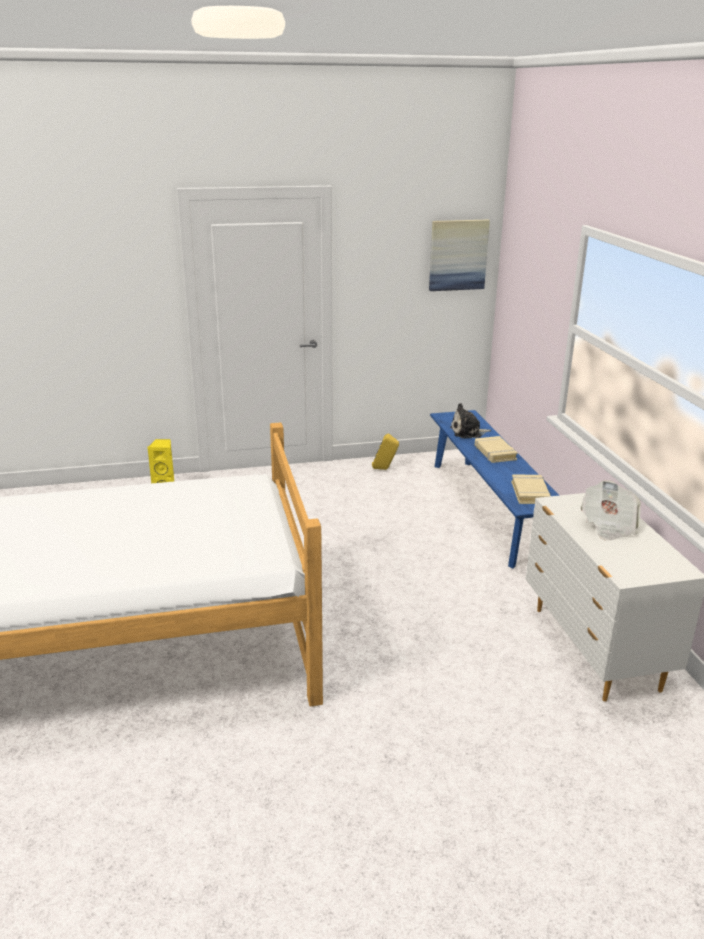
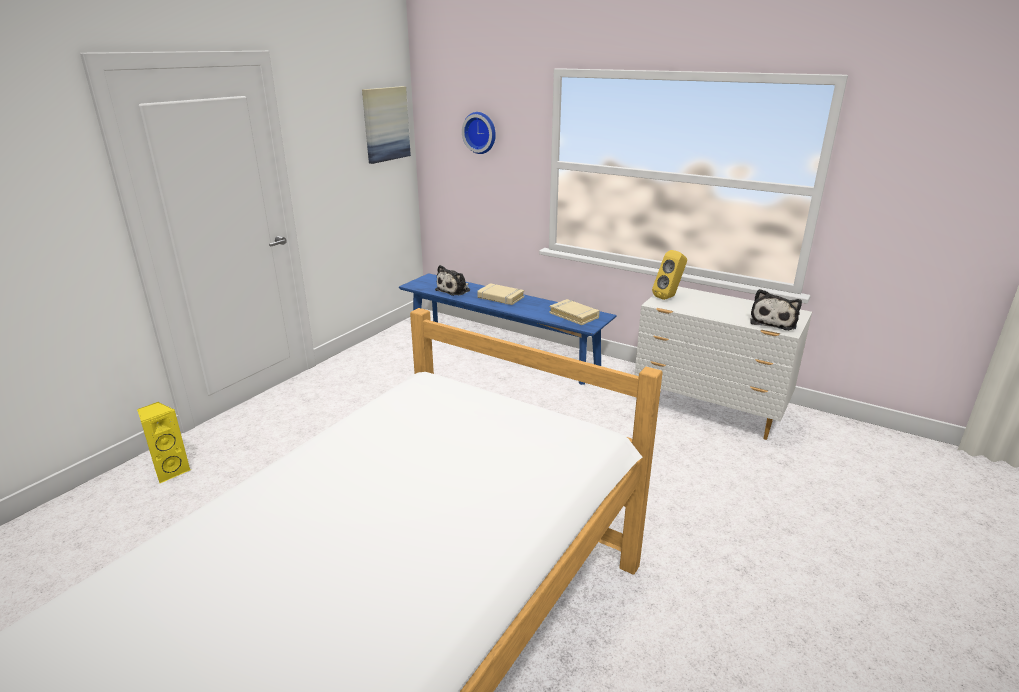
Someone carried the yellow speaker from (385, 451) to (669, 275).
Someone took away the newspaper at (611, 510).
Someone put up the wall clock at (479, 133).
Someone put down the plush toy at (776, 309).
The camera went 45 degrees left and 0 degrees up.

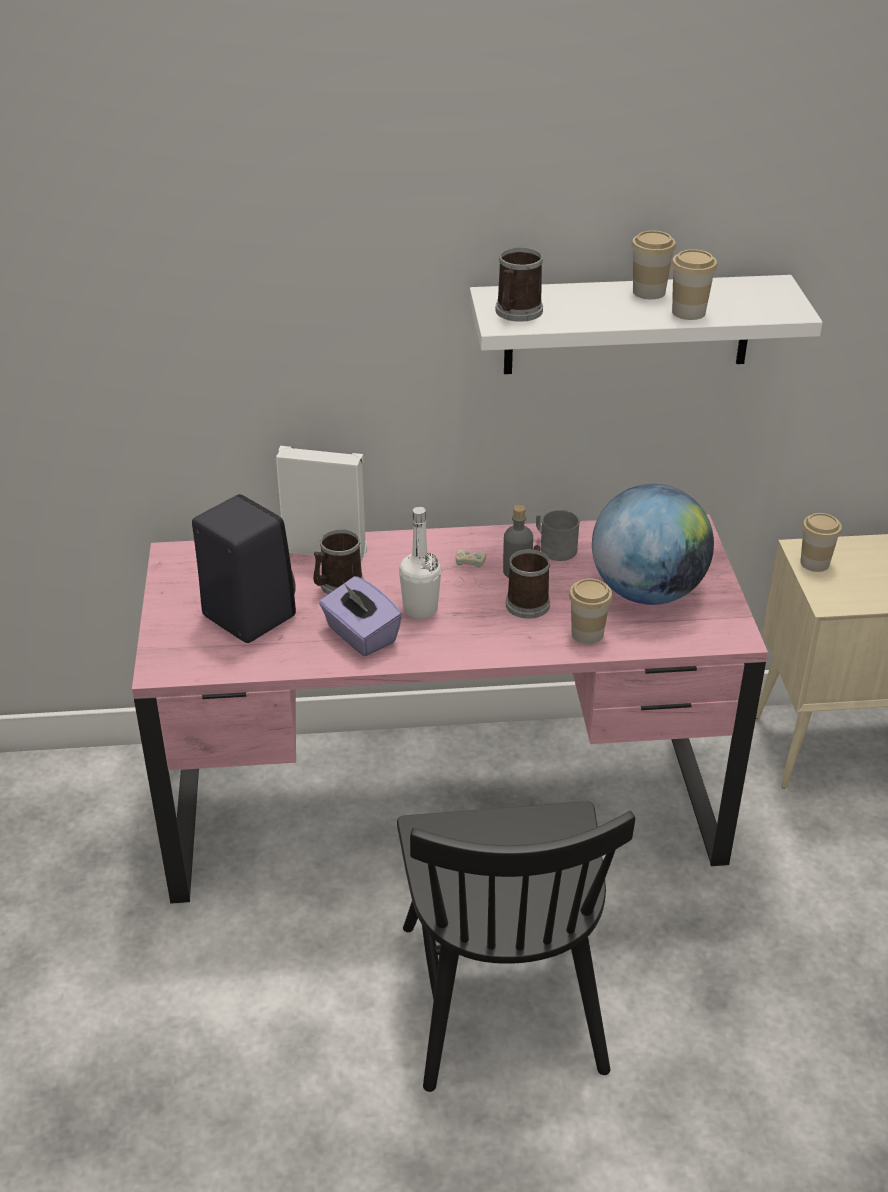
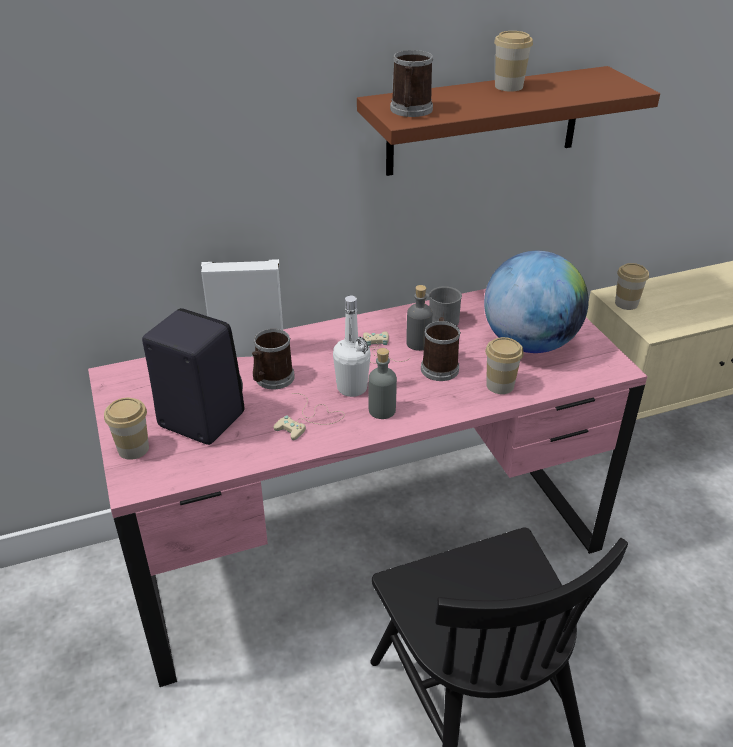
Someone carried the cup from (694, 284) to (126, 429).
Someone repainted the white shelf at (646, 324), which became the brown shelf at (508, 121).
Someone swapped the purple tissue box at (360, 616) for the beige game controller at (309, 416).
Someone put down the grey bottle at (382, 383).
The camera went 15 degrees left and 0 degrees up.

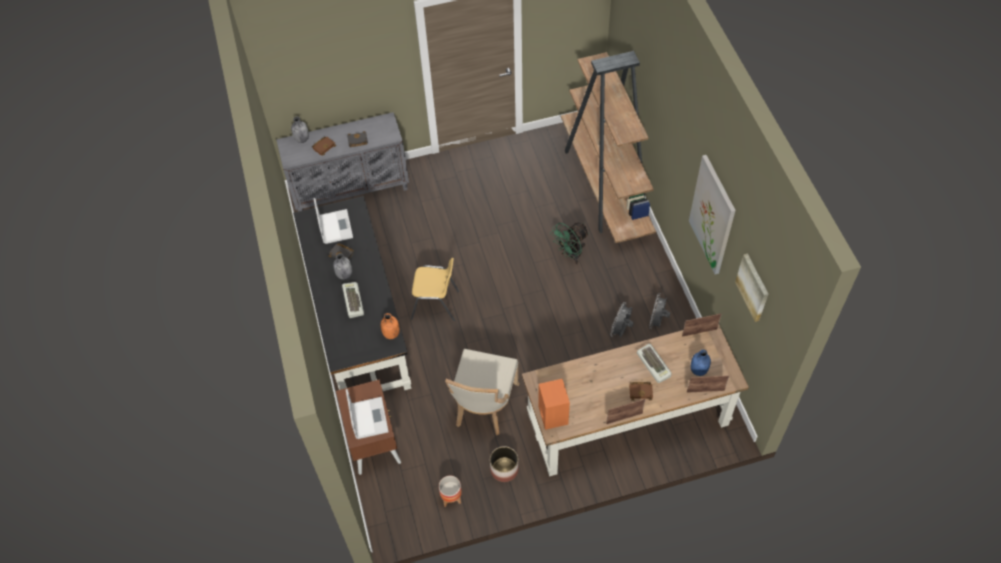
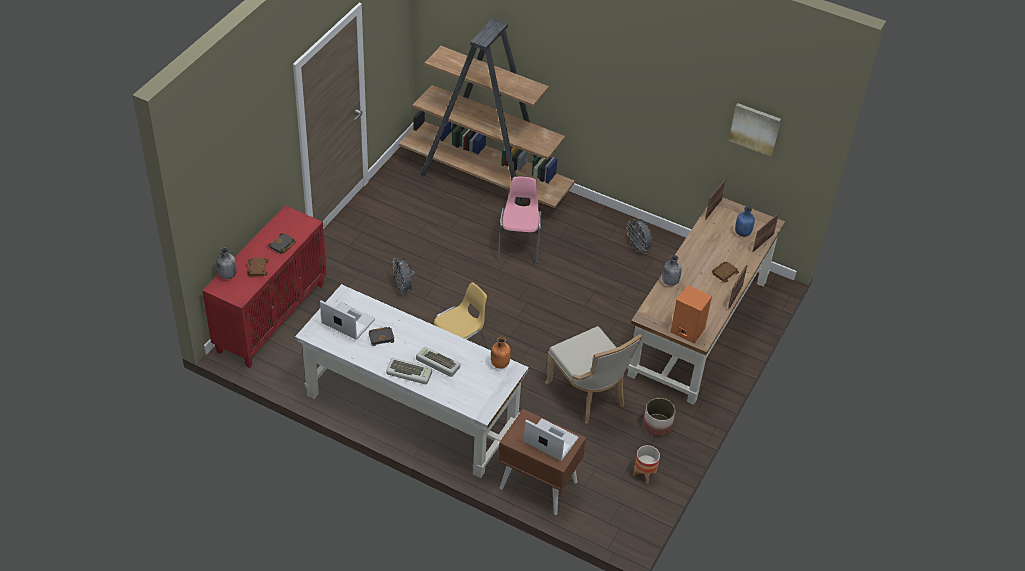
Someone repainted the grey cabinet at (342, 162), which became the red cabinet at (264, 287).
Someone took away the picture at (712, 214).
Someone repainted the black desk at (352, 293), which became the white desk at (412, 381).
Someone swapped the green fan at (569, 243) for the pink chair at (519, 220).
Someone carried the grey bottle from (342, 266) to (672, 270).
Someone carried the grey fan from (622, 319) to (404, 276).
Someone carried the keyboard from (654, 363) to (409, 371).
The camera went 50 degrees left and 10 degrees down.

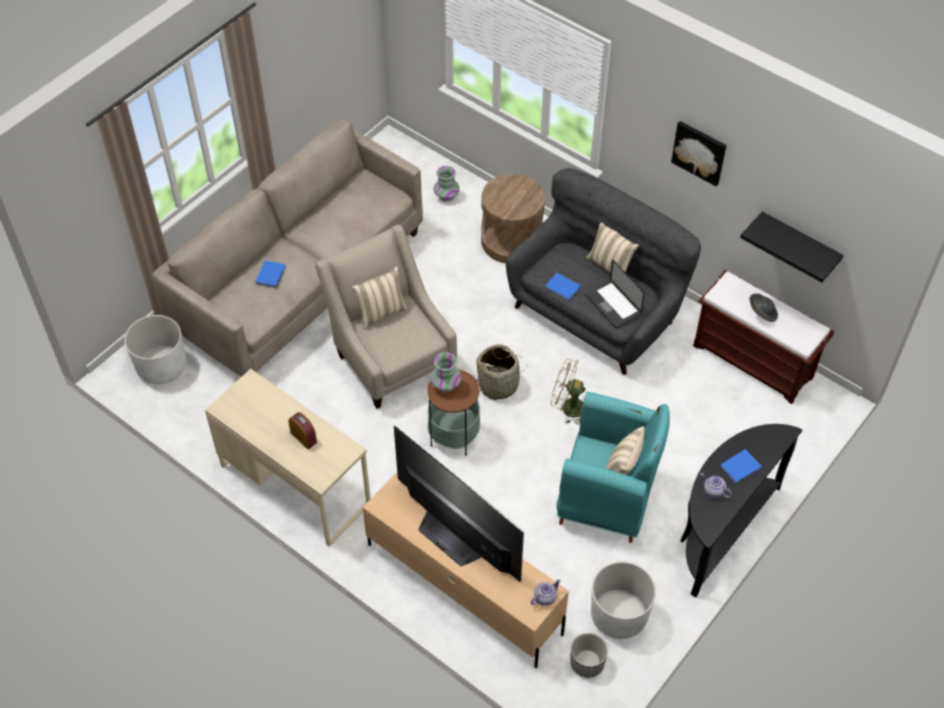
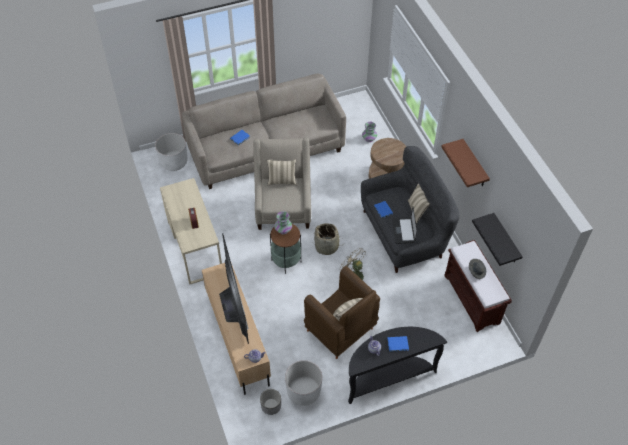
Someone swapped the picture at (699, 153) for the brown shelf at (465, 163).
Someone repainted the turquoise armchair at (613, 467), which became the brown armchair at (342, 312).
The camera went 30 degrees right and 0 degrees up.

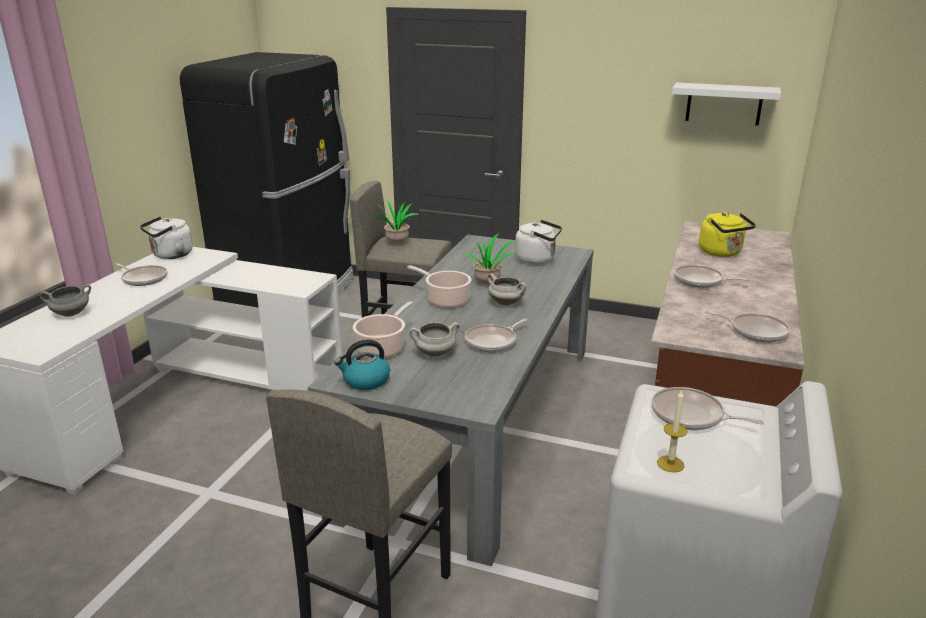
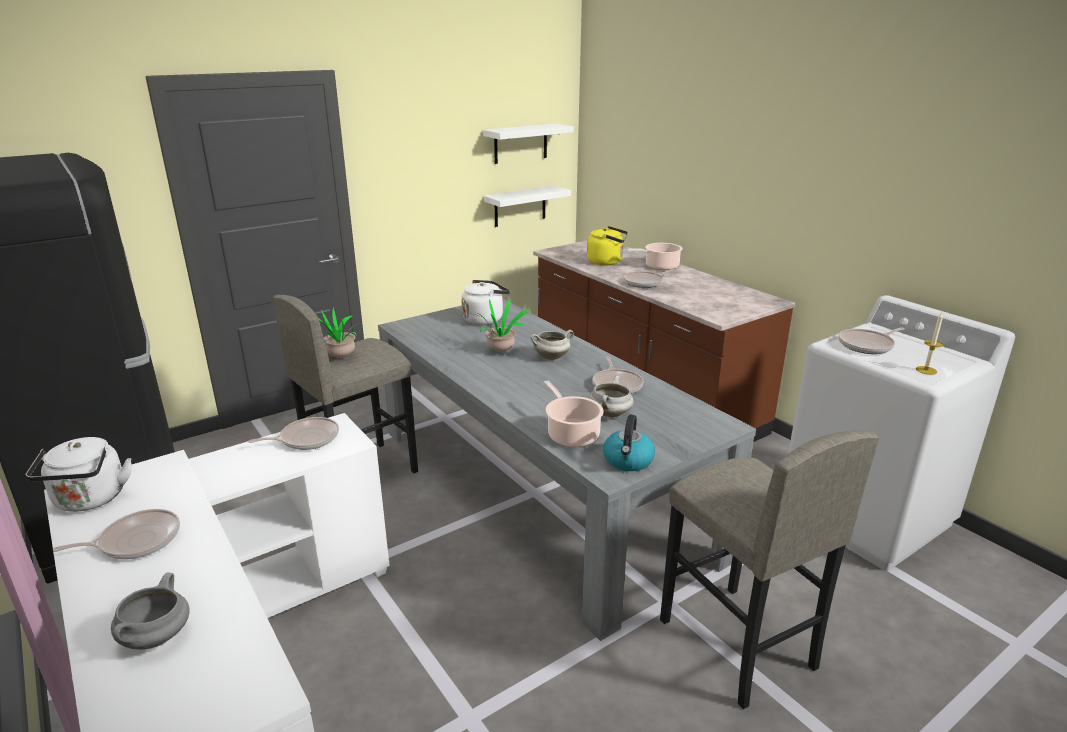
Someone carried the cooking pot from (439, 286) to (654, 256).
Someone carried the frying pan from (747, 326) to (293, 433).
Someone put up the white shelf at (527, 206).
The camera went 55 degrees left and 0 degrees up.

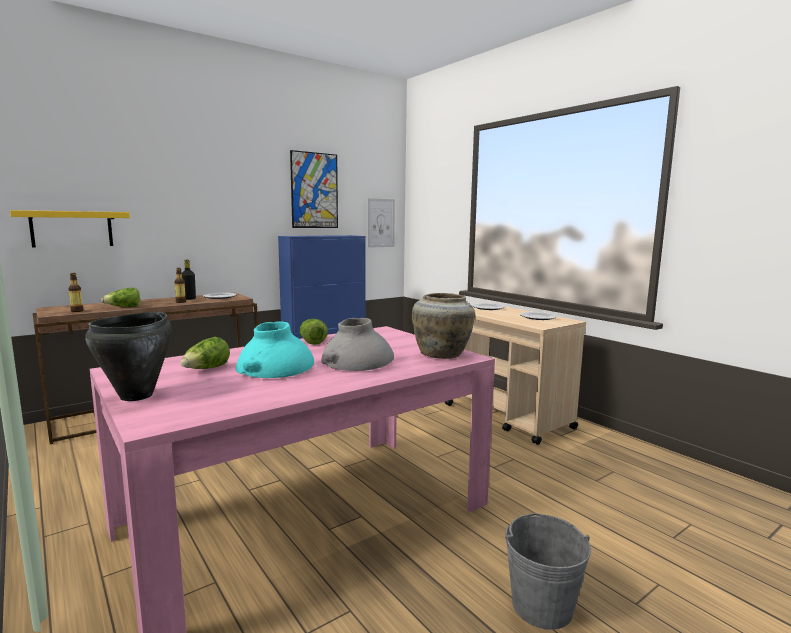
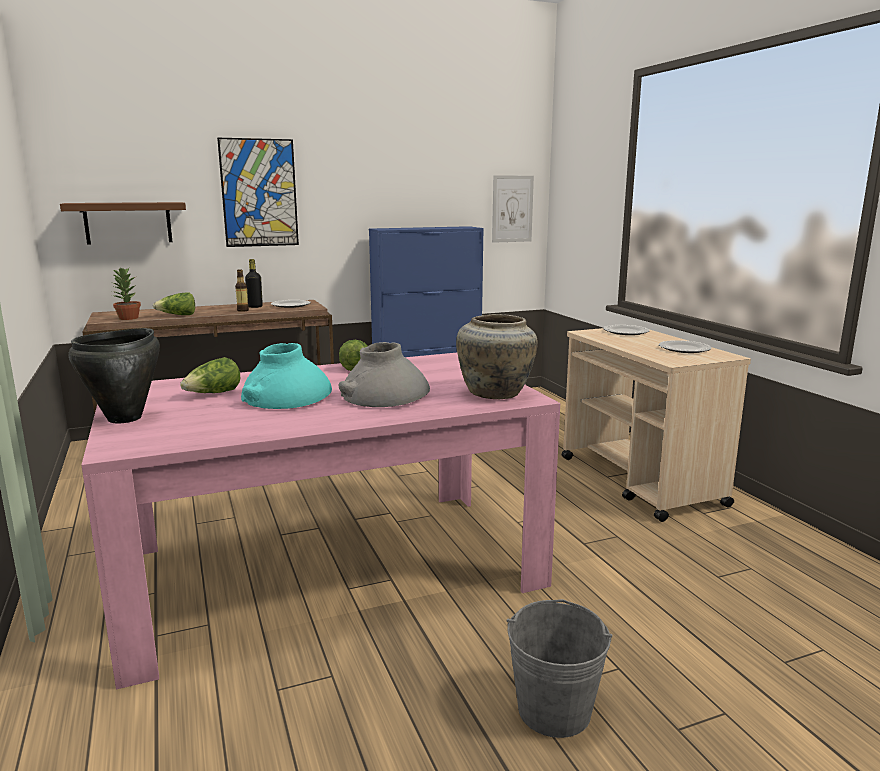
Someone carried the picture from (314, 189) to (258, 192).
Someone repainted the yellow shelf at (70, 228), which became the brown shelf at (123, 223).
Someone swapped the bottle at (76, 292) for the potted plant at (126, 293).
The camera went 15 degrees right and 5 degrees up.

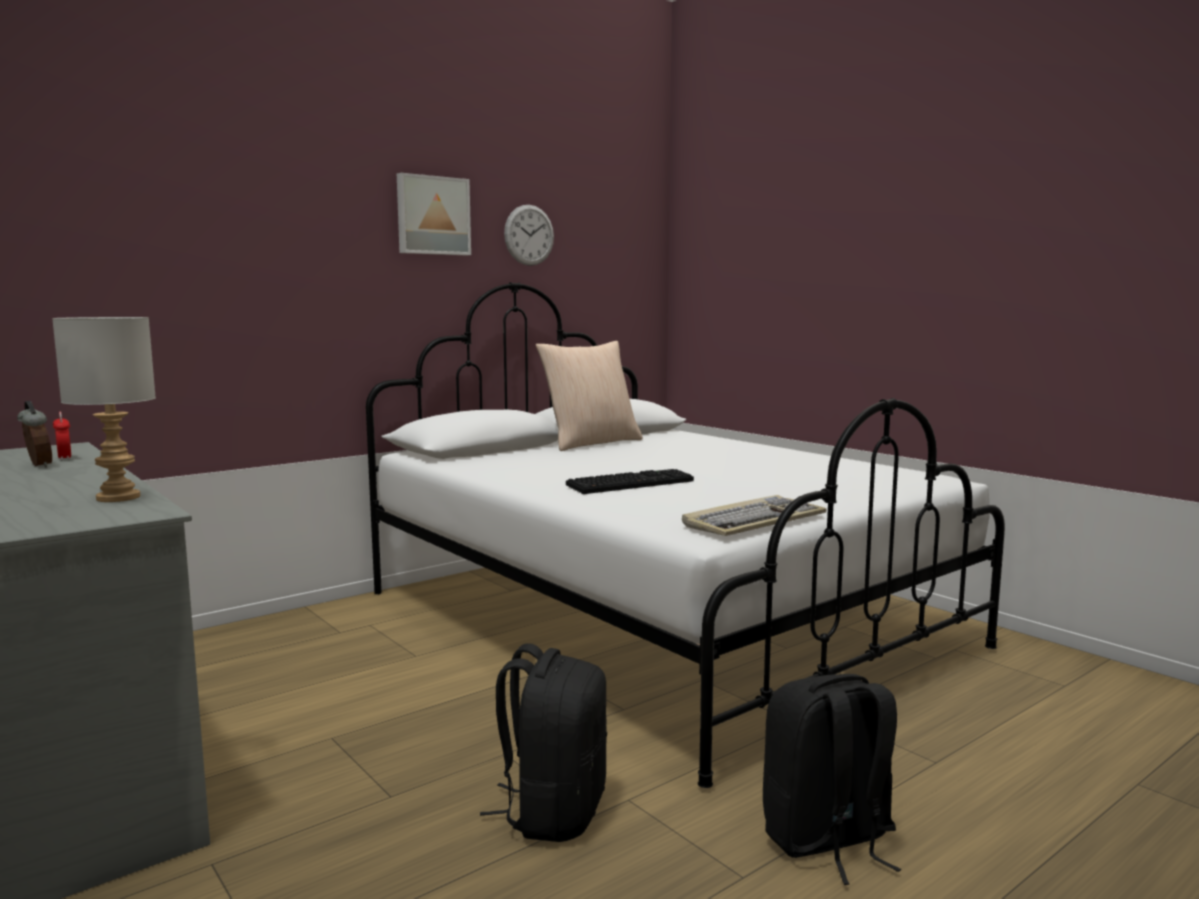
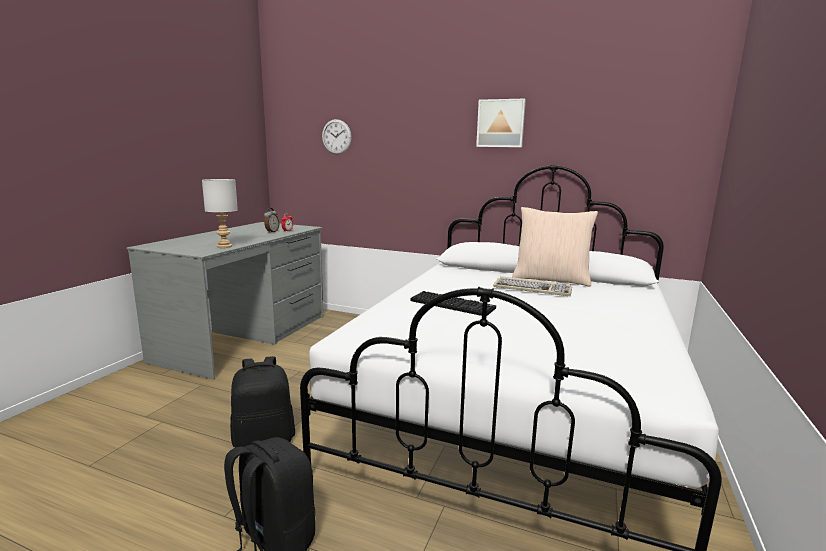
Someone carried the wall clock from (529, 235) to (337, 136).
Someone carried the keyboard from (754, 515) to (532, 286).
The camera went 60 degrees right and 5 degrees up.

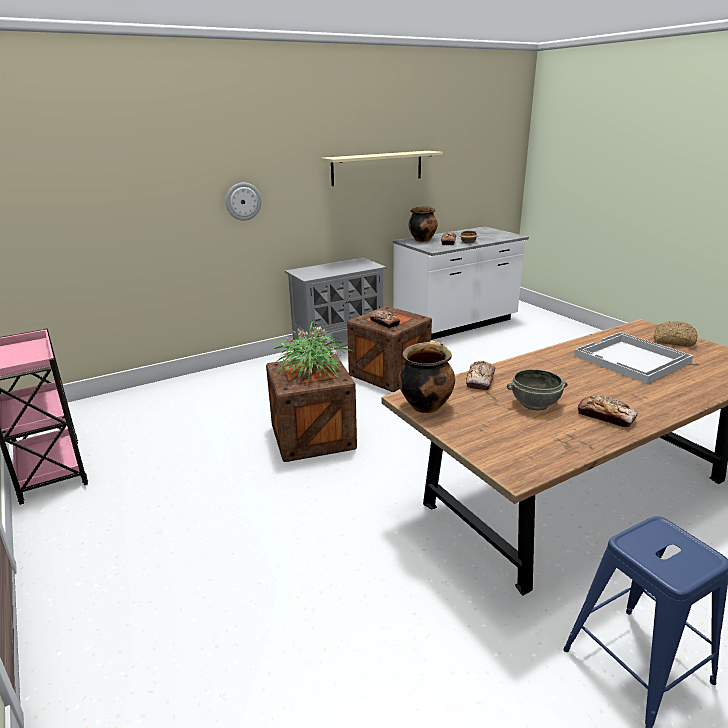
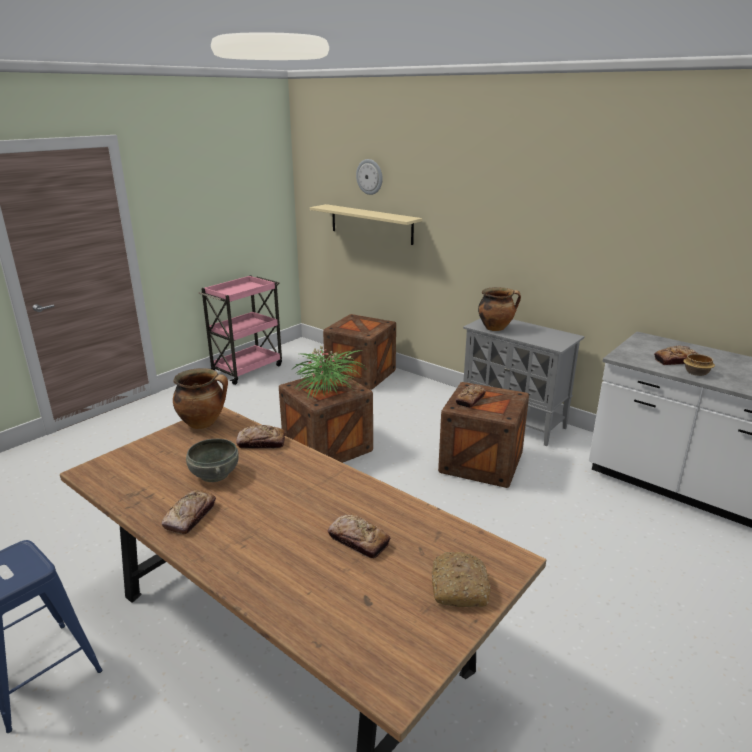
Someone carried the beige shelf from (382, 168) to (366, 224).
Someone carried the wall clock from (243, 201) to (369, 177).
Someone carried the cooking pot from (423, 224) to (499, 309).
Someone swapped the white tray at (633, 358) for the bread at (359, 536).
Someone put down the crate at (359, 352).
The camera went 70 degrees right and 0 degrees up.

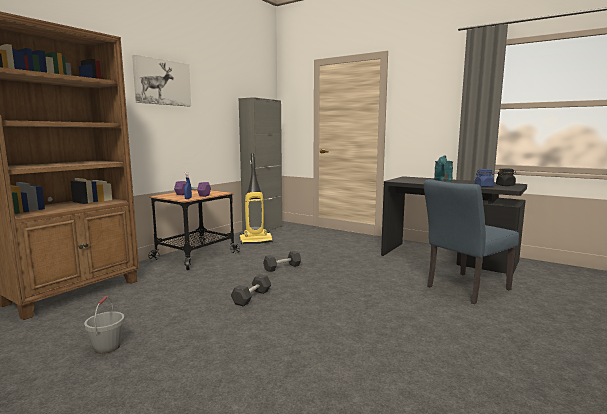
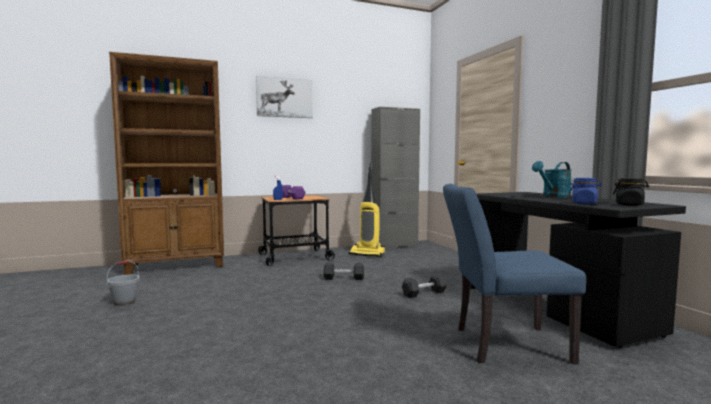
Someone carried the grey dumbbell from (251, 290) to (424, 286).
The camera went 35 degrees right and 5 degrees down.

